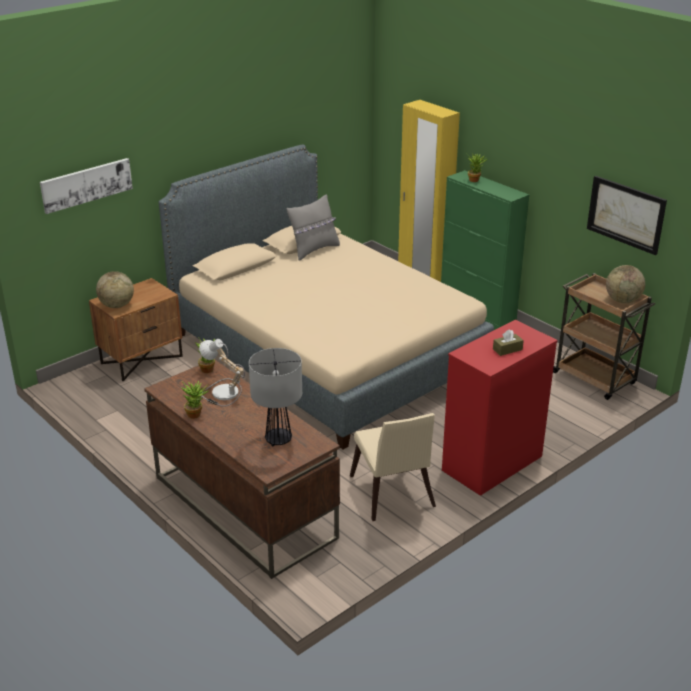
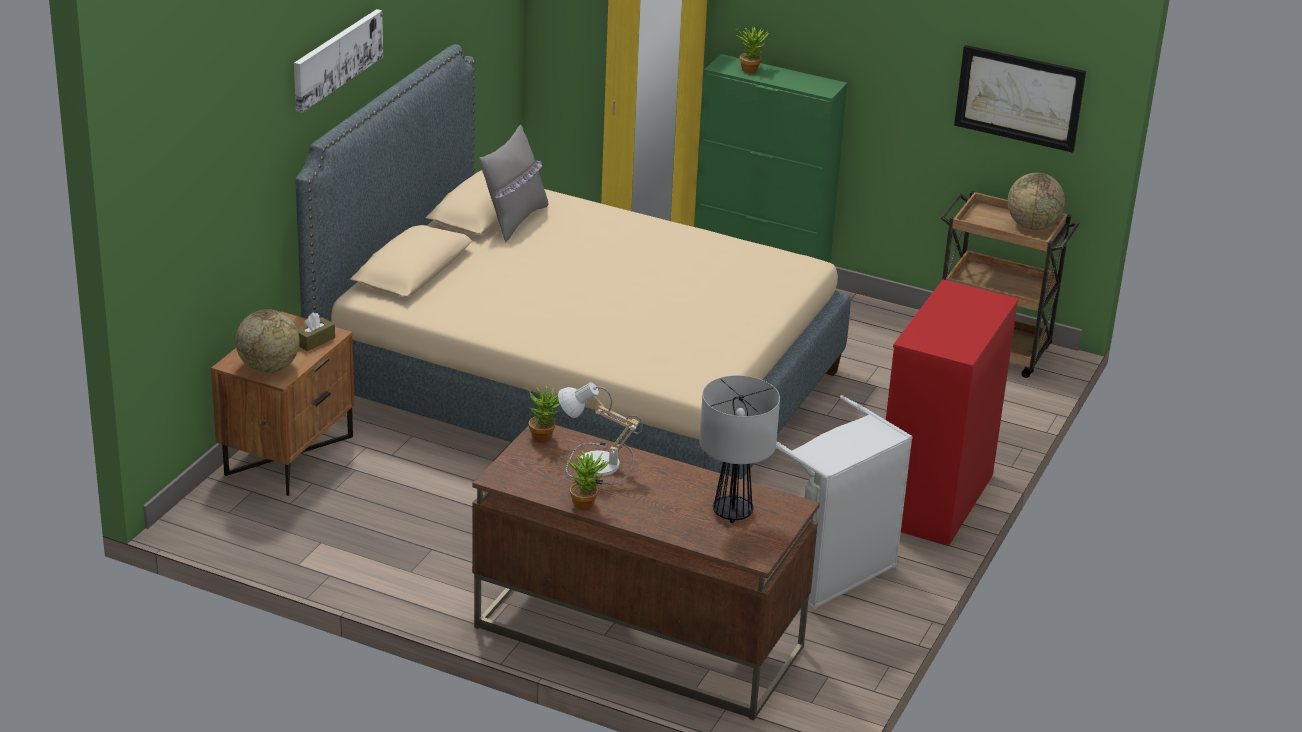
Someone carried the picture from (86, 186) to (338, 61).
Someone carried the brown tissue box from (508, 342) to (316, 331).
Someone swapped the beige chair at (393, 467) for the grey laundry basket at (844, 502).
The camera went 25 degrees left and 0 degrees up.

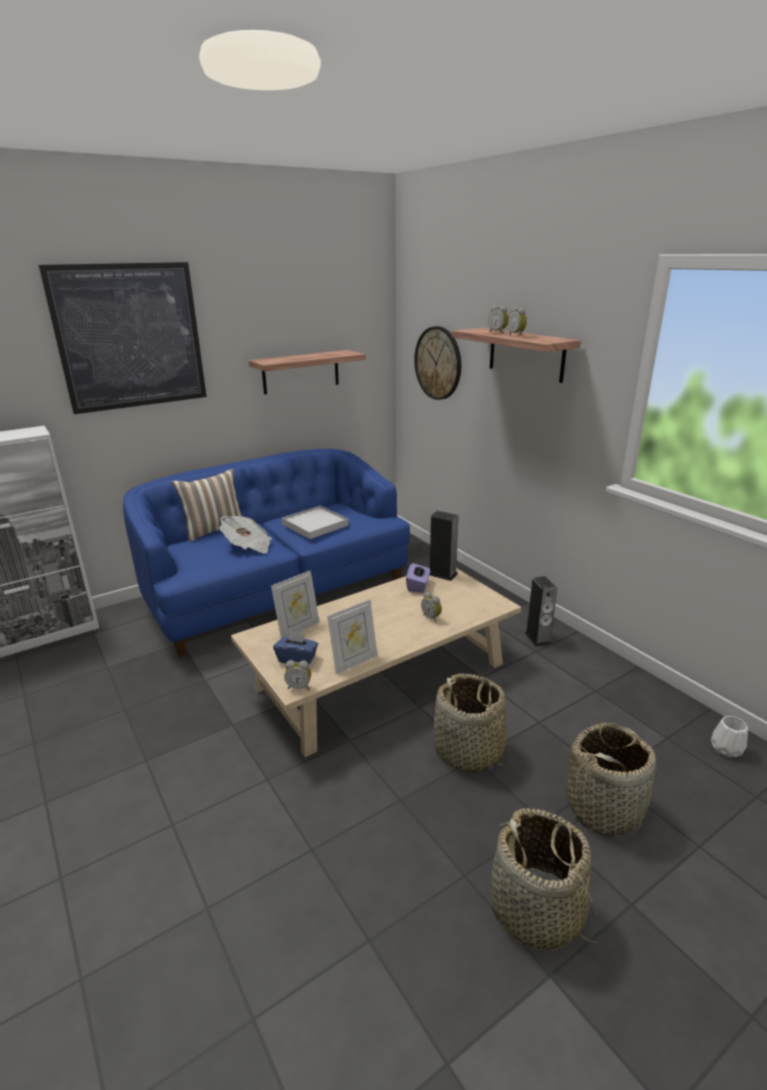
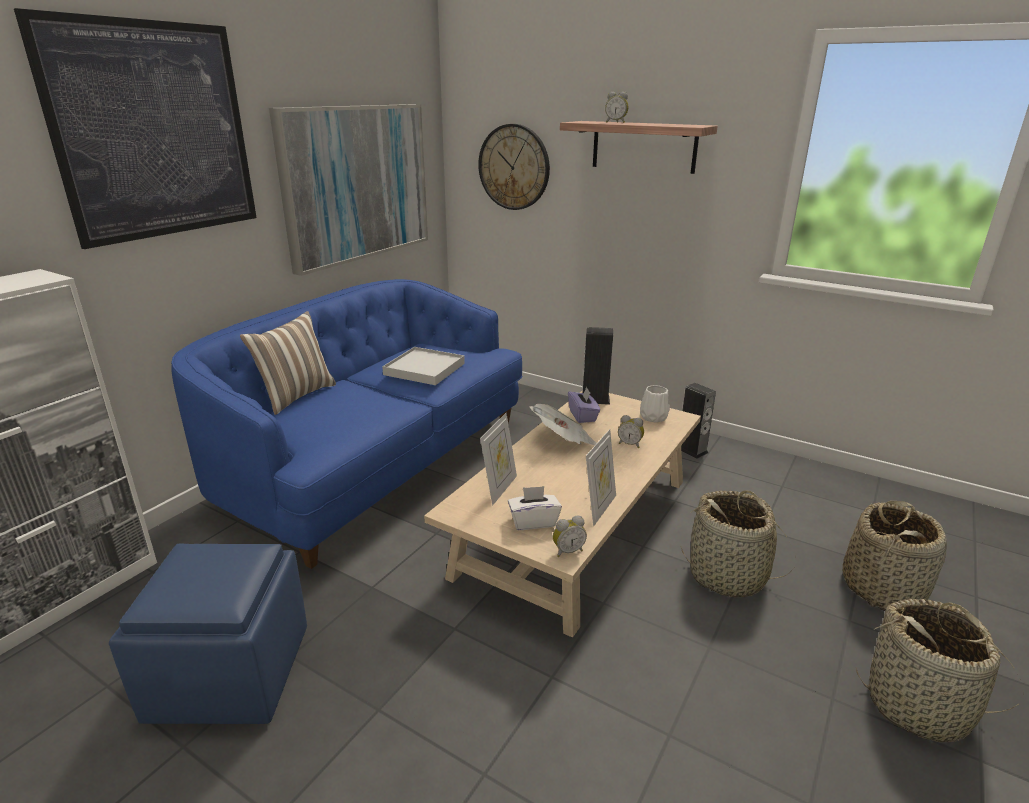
Someone took away the alarm clock at (517, 321).
Someone swapped the shelf at (307, 372) for the picture at (348, 190).
Someone carried the newspaper from (245, 534) to (563, 424).
Someone repainted the blue tissue box at (295, 647), which became the white tissue box at (535, 508).
Someone carried the white vase from (729, 736) to (655, 404).
Someone put down the blue ottoman at (208, 634).
The camera went 25 degrees left and 0 degrees up.

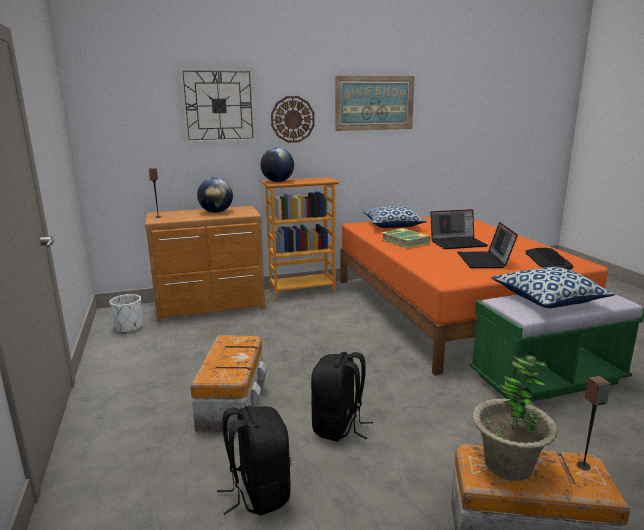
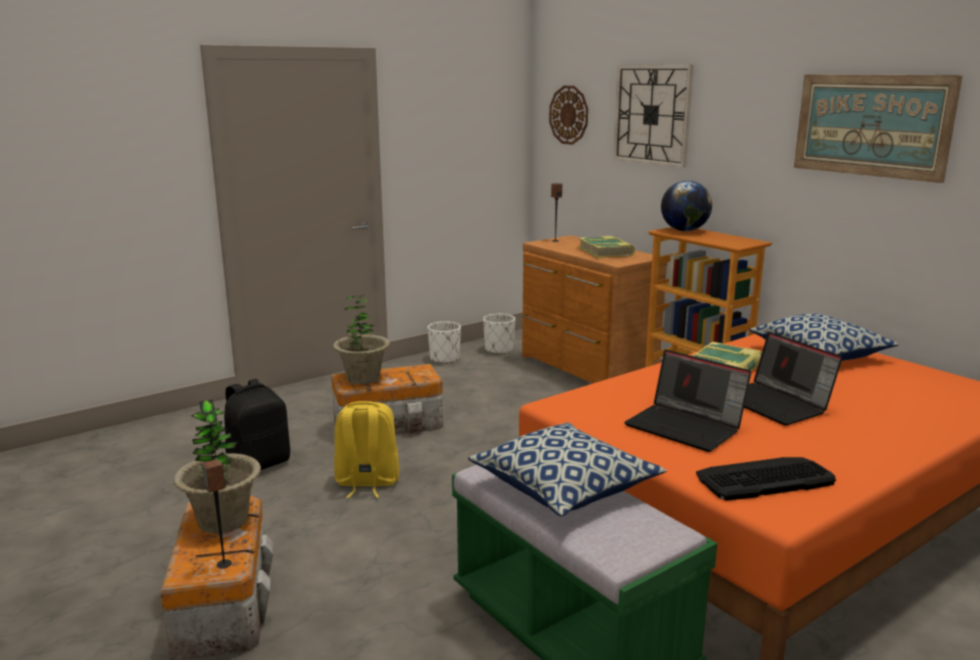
Someone carried the wall clock from (293, 119) to (568, 115).
Someone swapped the globe at (215, 195) for the book at (607, 246).
Someone rotated the laptop at (487, 245) by 120 degrees counterclockwise.
Someone repainted the black backpack at (342, 396), which became the yellow backpack at (366, 449).
Someone put down the potted plant at (361, 340).
Someone put down the white planter at (444, 342).
The camera went 70 degrees right and 0 degrees up.

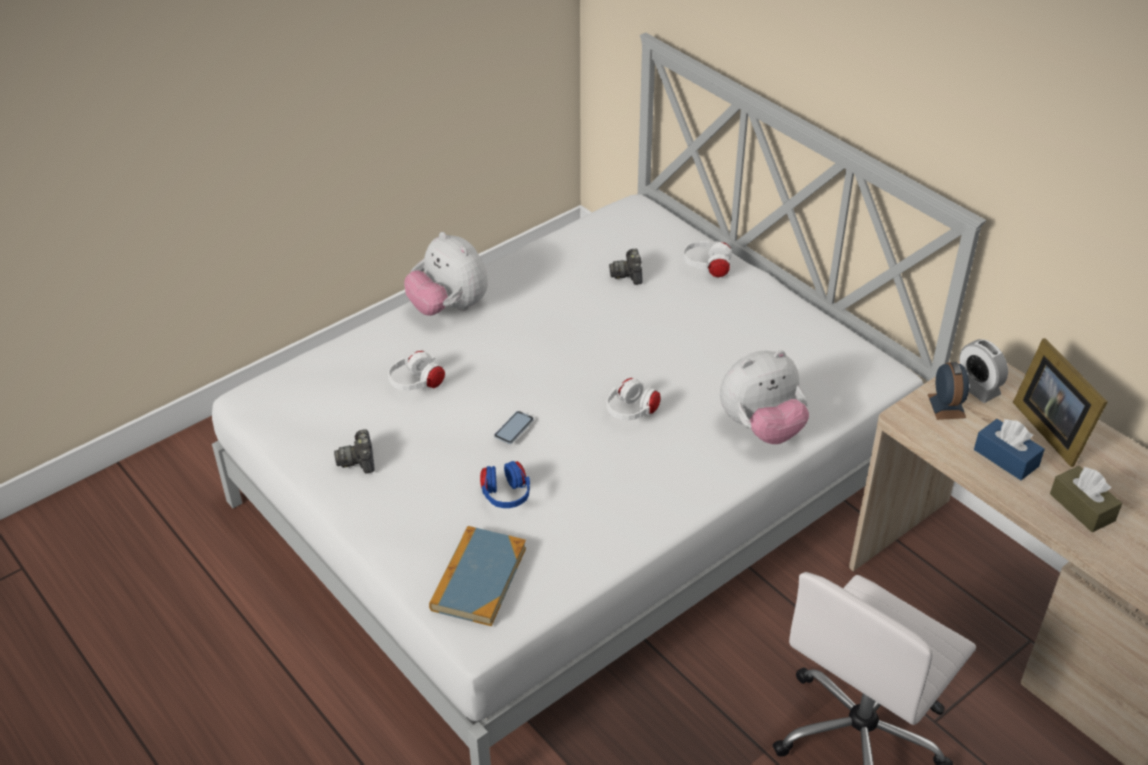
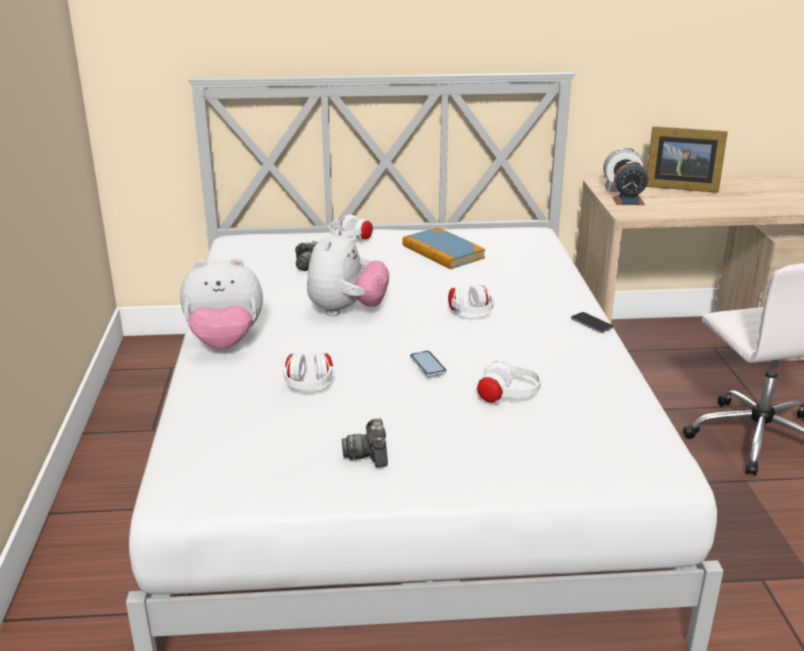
Someone carried the plush toy from (764, 397) to (348, 272).
Someone rotated the alarm clock at (948, 391) by 150 degrees clockwise.
Someone took away the blue tissue box at (1009, 449).
Someone rotated the photo camera at (354, 451) by 60 degrees clockwise.
Someone repainted the blue headphones at (505, 484), which became the white headphones at (507, 382).
Someone took away the brown tissue box at (1086, 499).
Someone carried the book from (477, 576) to (444, 248).
Someone put down the phone at (592, 322).
The camera went 55 degrees left and 15 degrees down.

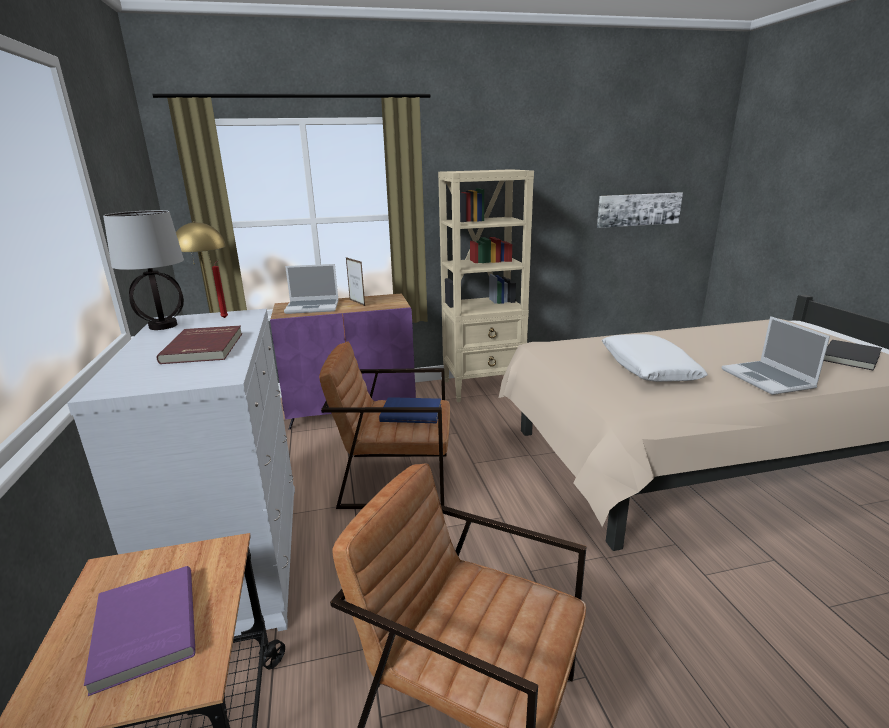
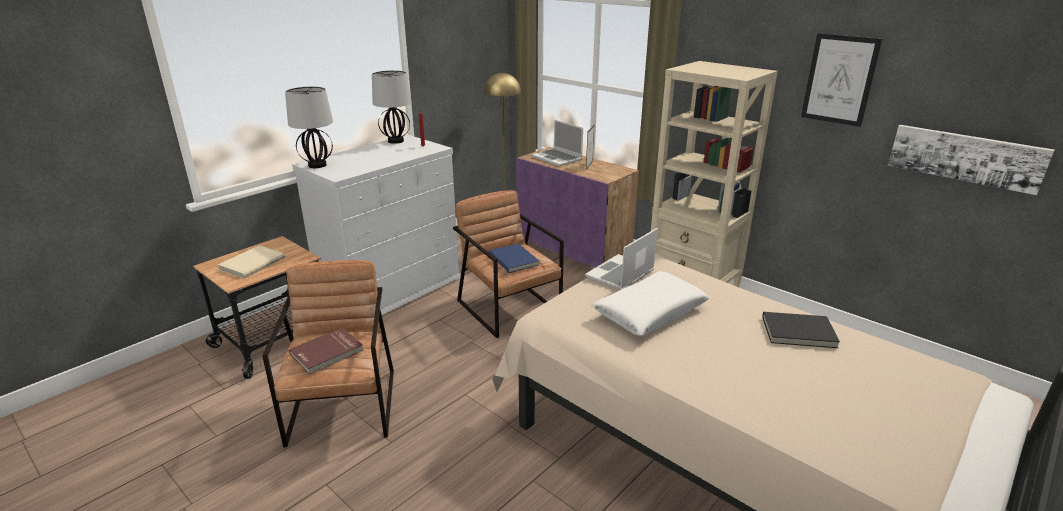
Someone carried the laptop from (776, 355) to (621, 259).
Someone carried the red book from (199, 344) to (326, 351).
Someone carried the black book from (853, 355) to (801, 330).
Someone repainted the purple book at (140, 631), which became the beige book at (251, 262).
Someone put up the picture at (841, 80).
Someone put down the table lamp at (309, 127).
The camera went 55 degrees right and 5 degrees up.

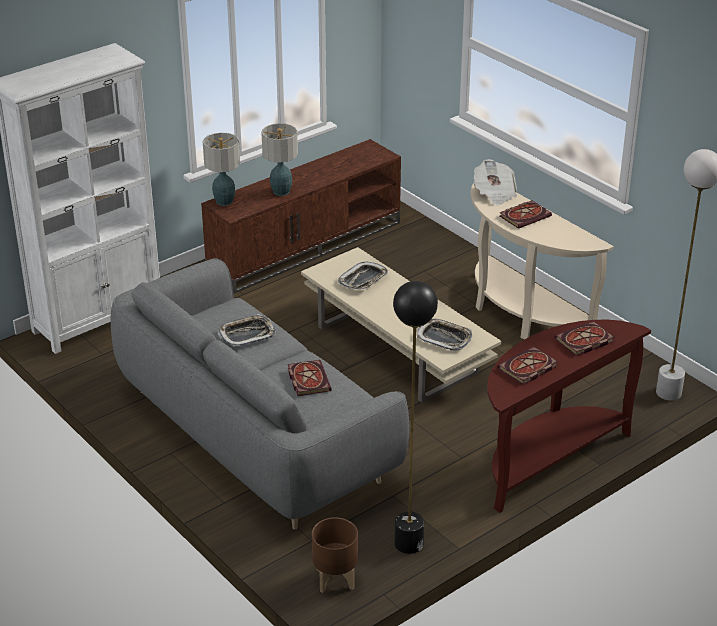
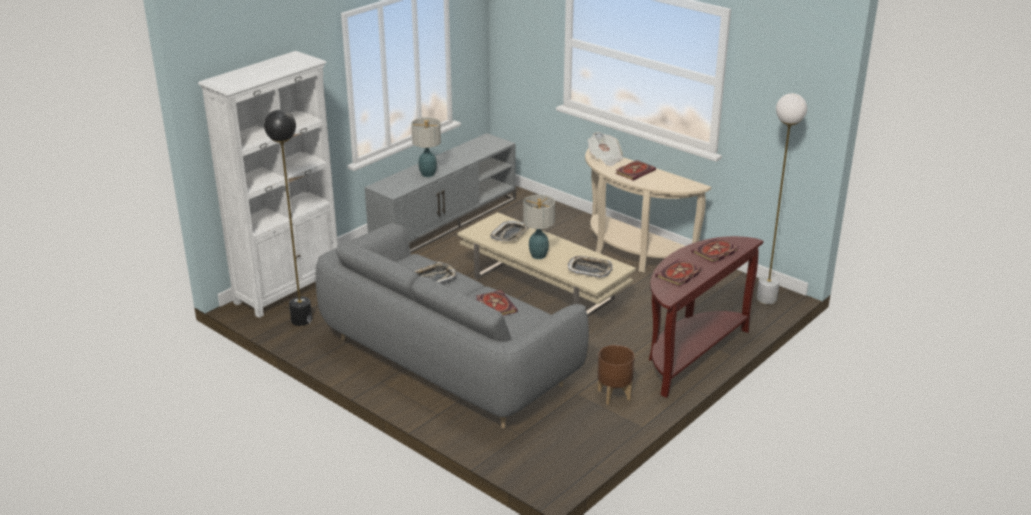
Someone carried the table lamp from (221, 169) to (539, 227).
Someone repainted the brown tv stand at (301, 216), which became the grey tv stand at (440, 193).
Someone carried the black floor lamp from (415, 417) to (288, 218).
Someone carried the brown planter from (335, 555) to (616, 375).
The camera went 10 degrees left and 5 degrees down.

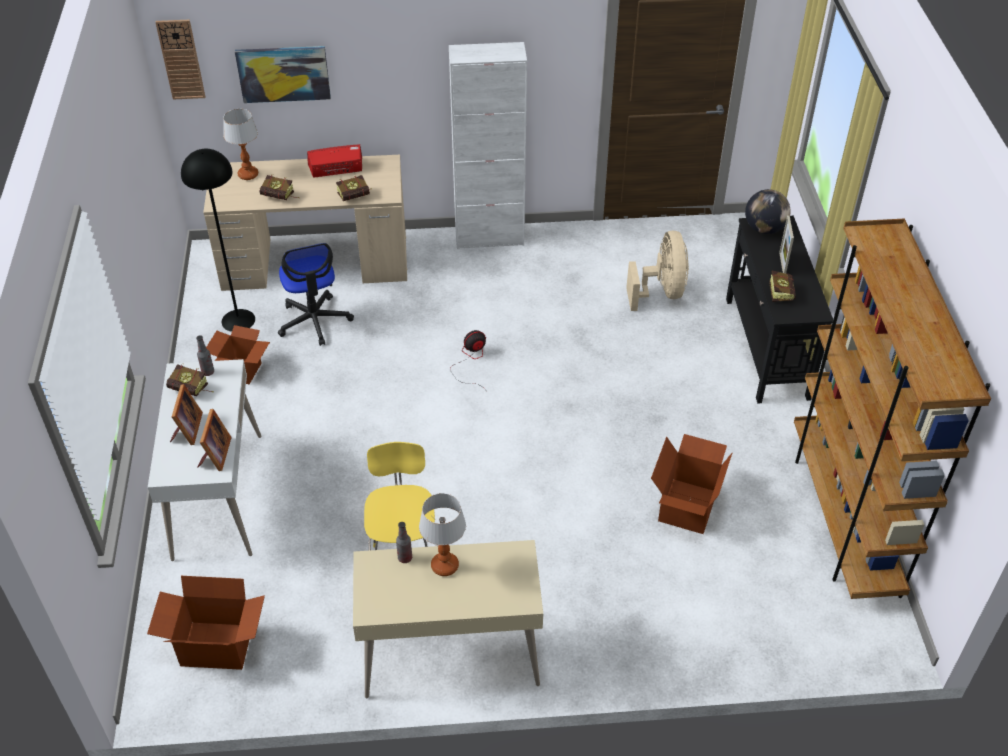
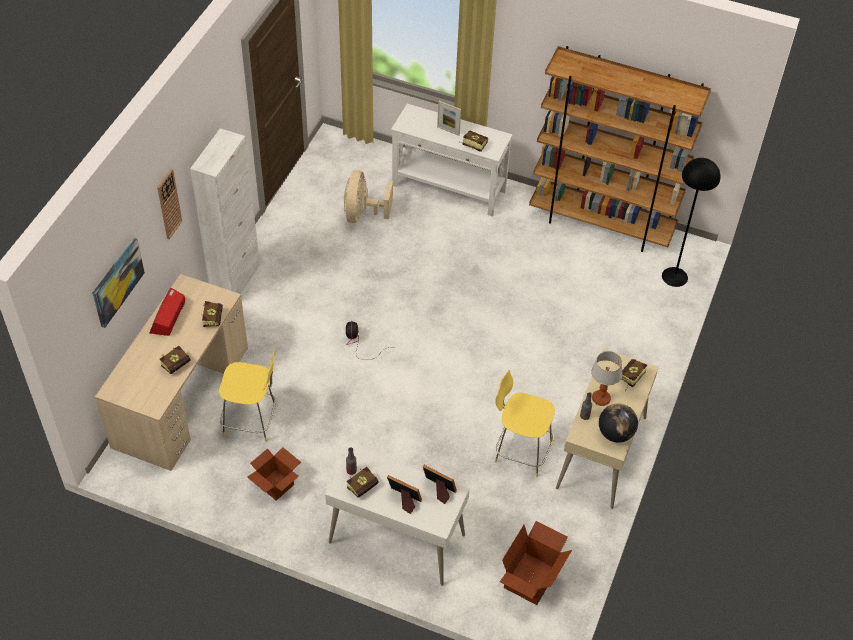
Someone carried the wall clock from (180, 59) to (169, 204).
Someone took away the table lamp at (240, 144).
Someone carried the black floor lamp from (218, 240) to (691, 222).
Someone carried the globe from (768, 211) to (618, 423).
Someone repainted the black console table at (779, 309), which became the white console table at (452, 160).
Someone rotated the beige fan at (657, 271) by 105 degrees counterclockwise.
Someone swapped the office chair at (316, 294) for the yellow stool at (247, 396).
Someone took away the cardboard box at (691, 484).
Someone put down the book at (634, 375).
The camera went 65 degrees left and 5 degrees up.

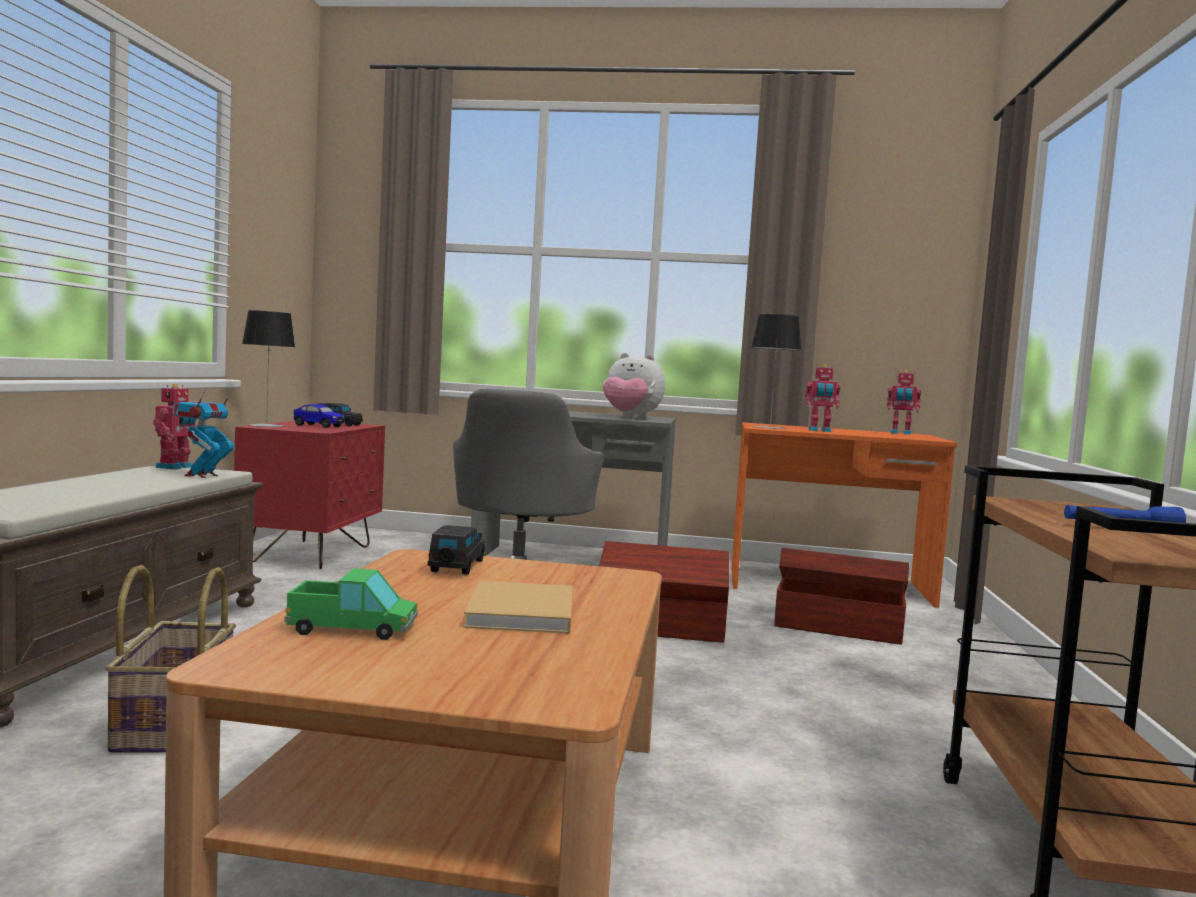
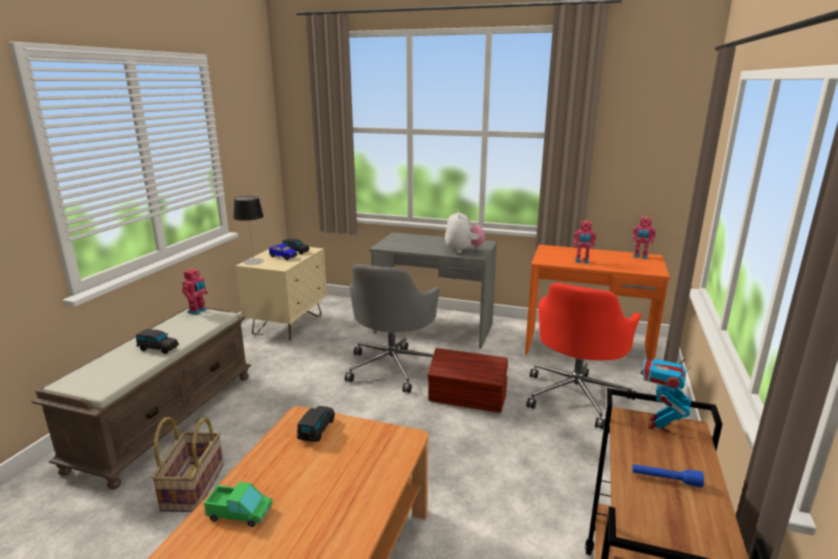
Someone took away the table lamp at (777, 371).
Someone rotated the plush toy at (634, 386) by 120 degrees counterclockwise.
Someone carried the toy robot from (203, 433) to (666, 392).
Someone repainted the red nightstand at (309, 495), which became the beige nightstand at (281, 293).
Someone swapped the brown storage box at (841, 596) for the red office chair at (583, 355).
Someone took away the beige book at (518, 607).
Someone put down the black toy car at (157, 341).
The camera went 10 degrees right and 15 degrees up.

